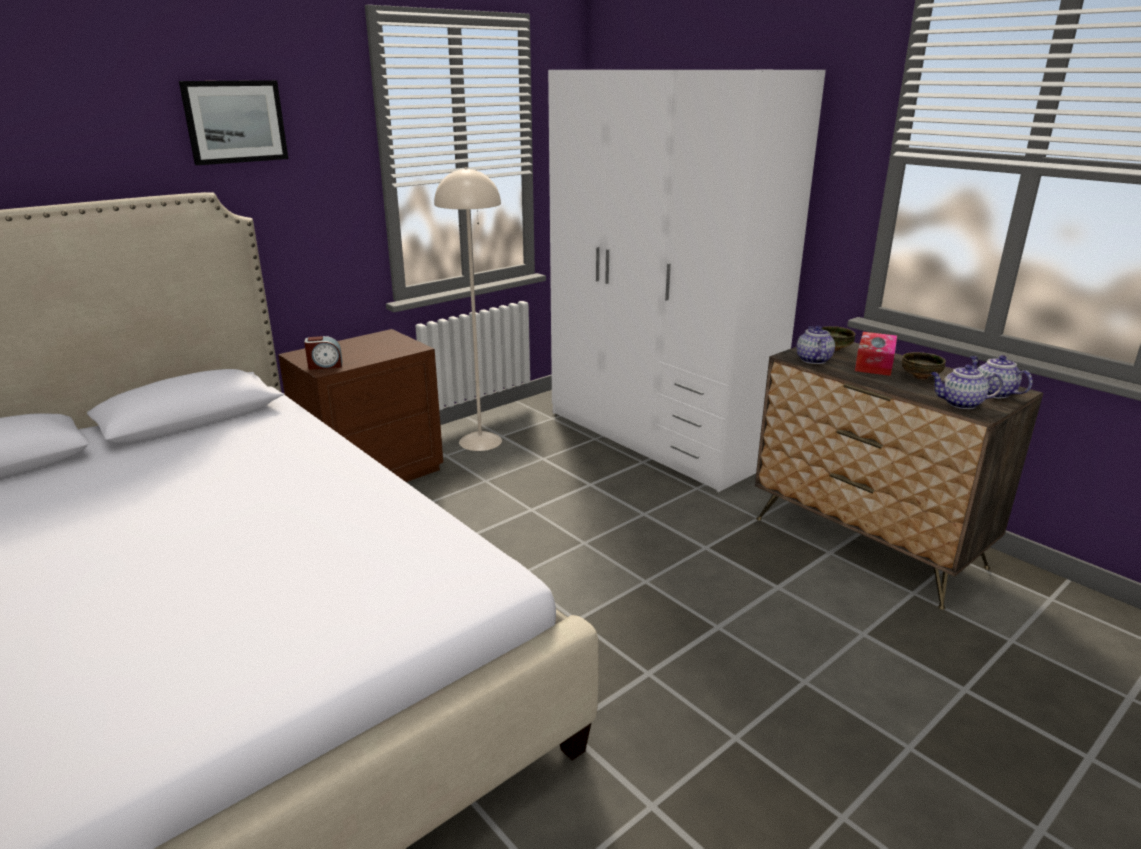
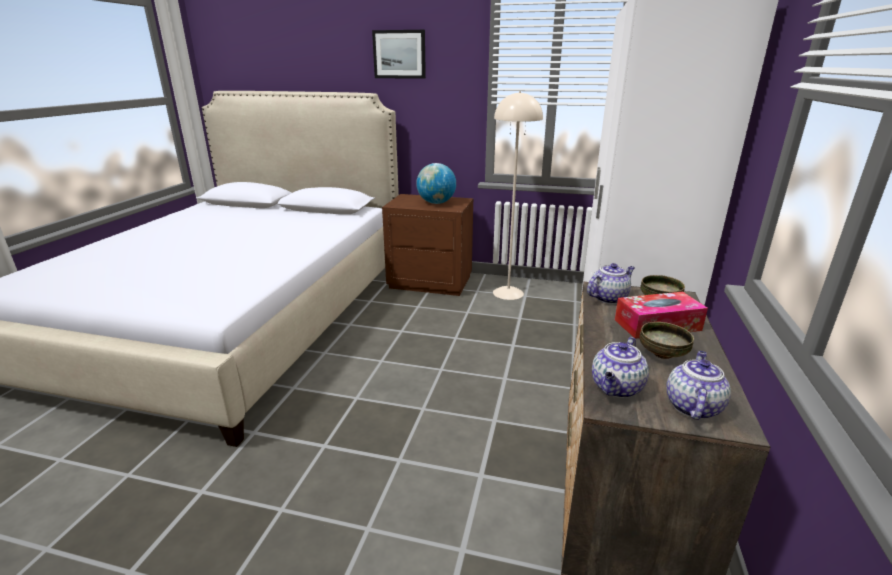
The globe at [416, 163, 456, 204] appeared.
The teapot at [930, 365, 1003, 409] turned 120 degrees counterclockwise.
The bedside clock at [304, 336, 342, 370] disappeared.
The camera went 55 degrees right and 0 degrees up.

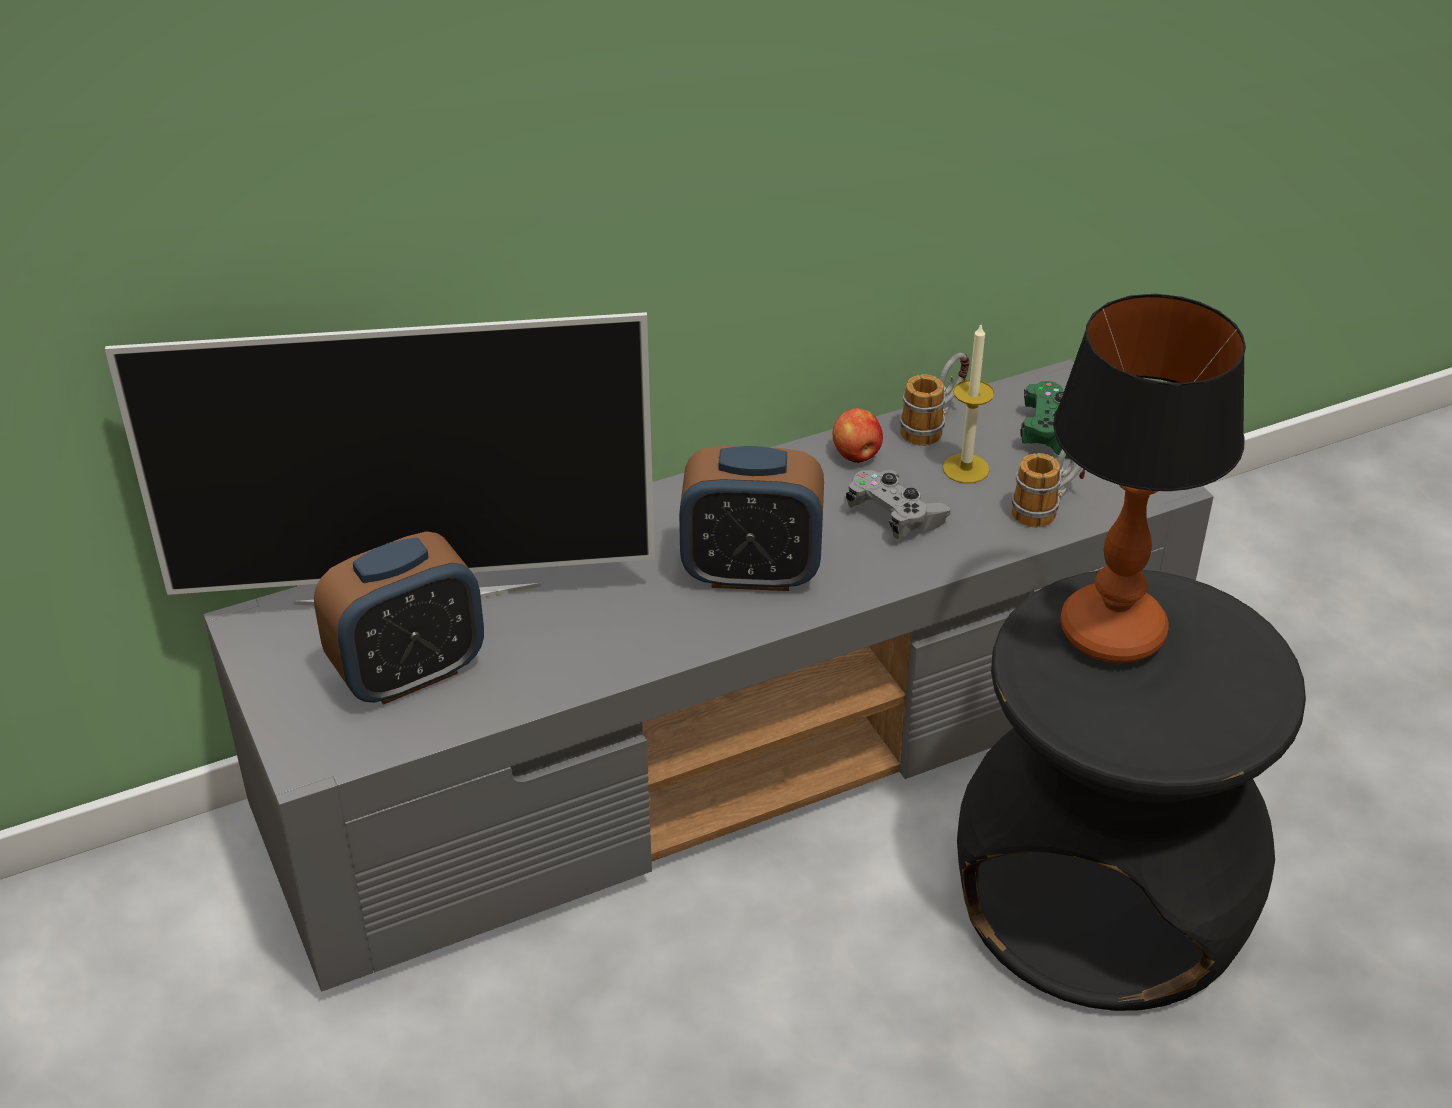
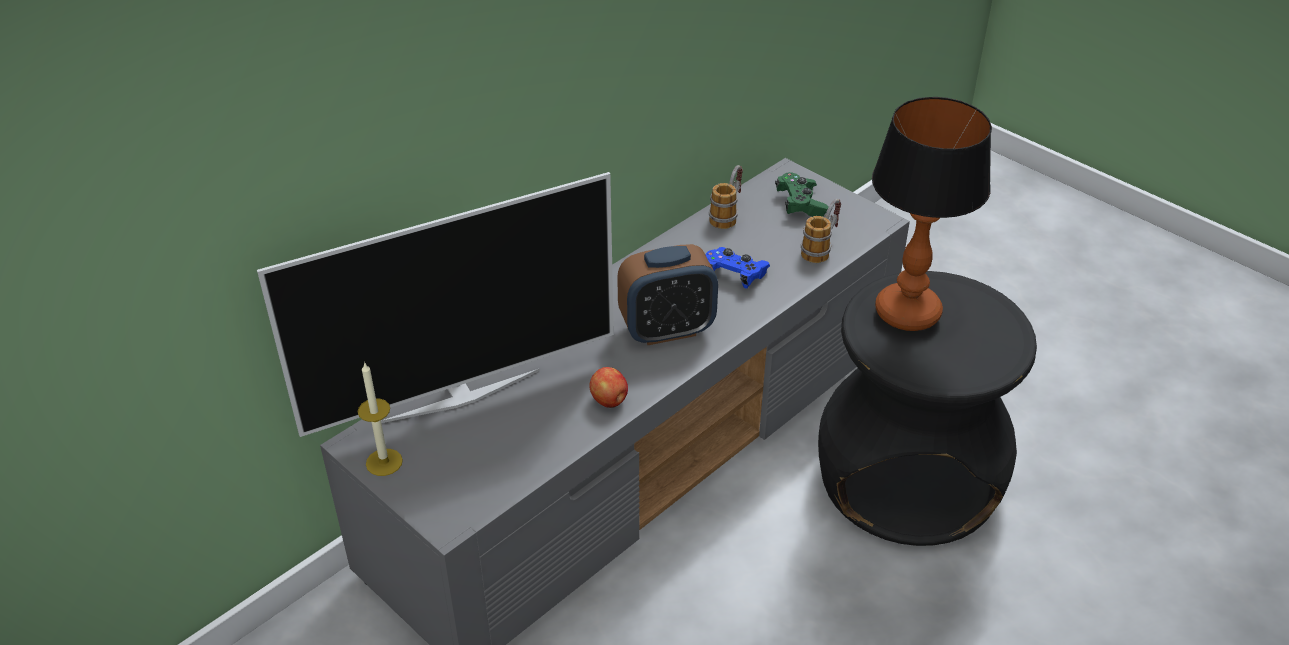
The wax light moved from [943, 325, 995, 484] to [358, 362, 403, 476].
The apple moved from [832, 408, 883, 463] to [590, 367, 628, 408].
The gamepad (greyish) at [846, 470, 951, 540] became the gamepad (blue) at [706, 247, 770, 288].
The bedside clock at [314, 531, 484, 705] disappeared.
The camera went 20 degrees left and 0 degrees up.

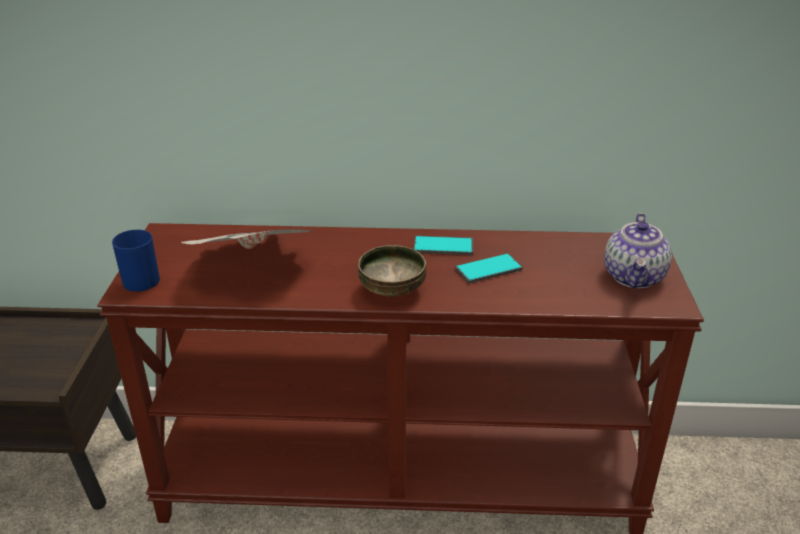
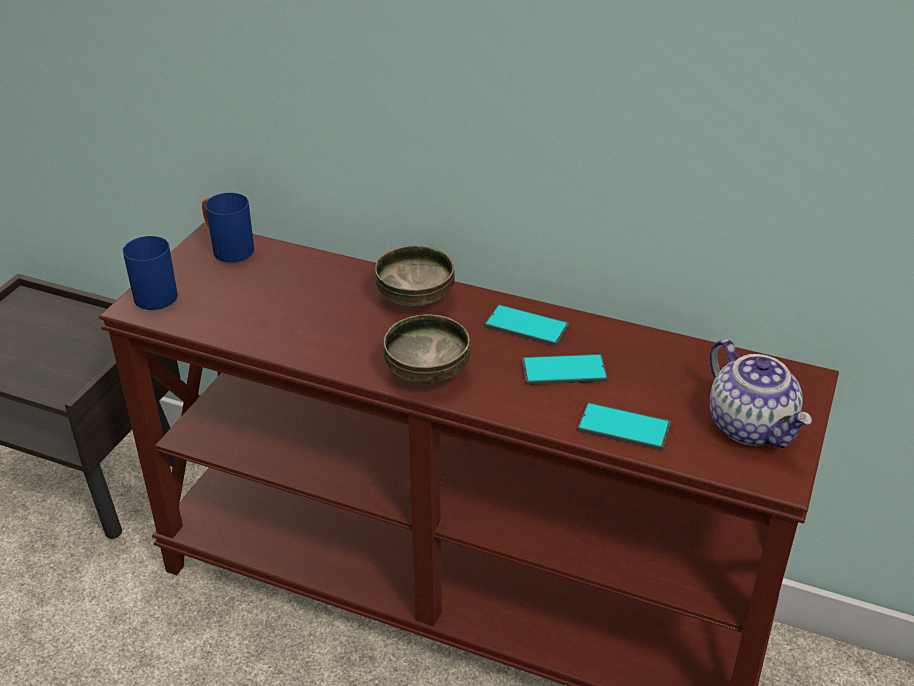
The coffee mug (blue) at [202, 193, 254, 262] appeared.
The bowl at [375, 245, 455, 307] appeared.
The phone at [577, 402, 671, 451] appeared.
The teapot at [604, 213, 672, 288] turned 60 degrees counterclockwise.
The daily paper at [181, 229, 313, 249] disappeared.
The camera went 20 degrees right and 5 degrees up.

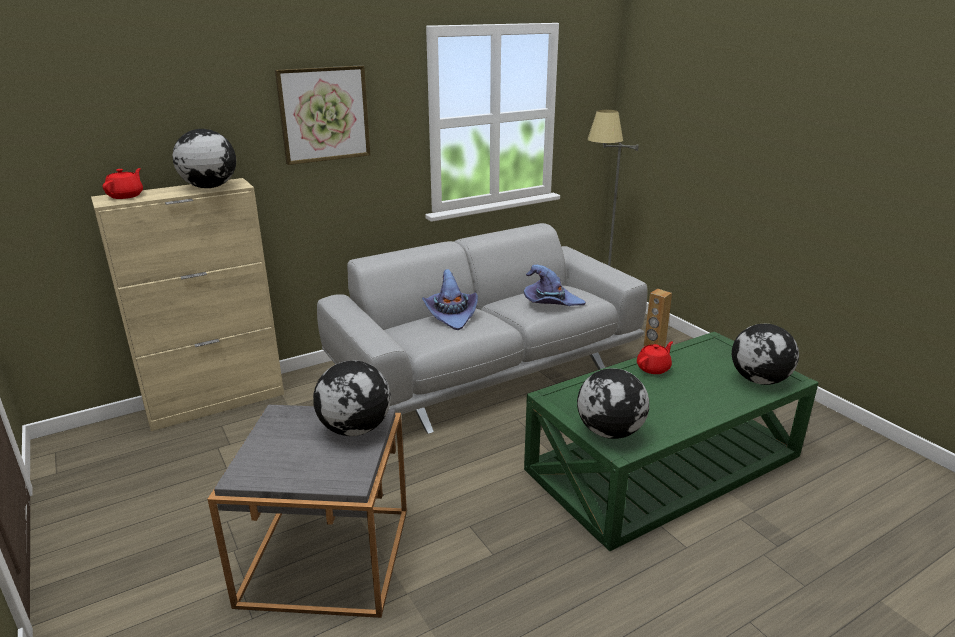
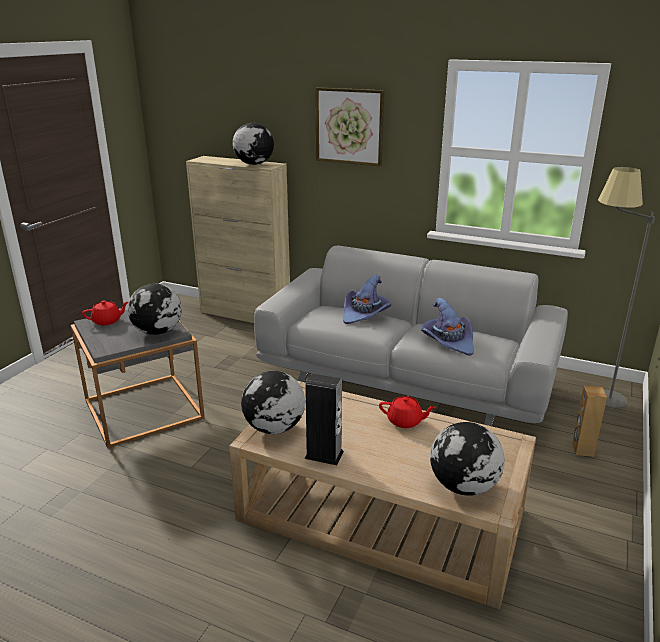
The teapot (reddish) moved from [102, 168, 143, 199] to [82, 300, 128, 325].
The low table (green-coloured) at [524, 332, 819, 551] became the low table (beige-coloured) at [229, 381, 536, 609].
The loudspeaker at [304, 374, 344, 465] appeared.
The camera went 55 degrees right and 0 degrees up.

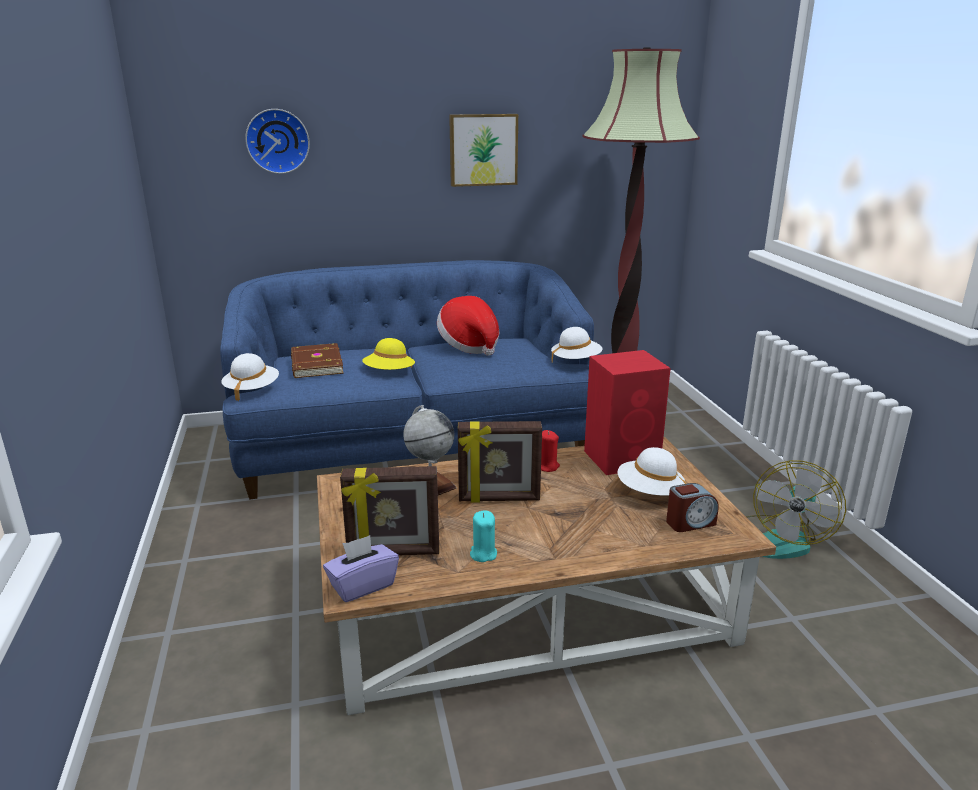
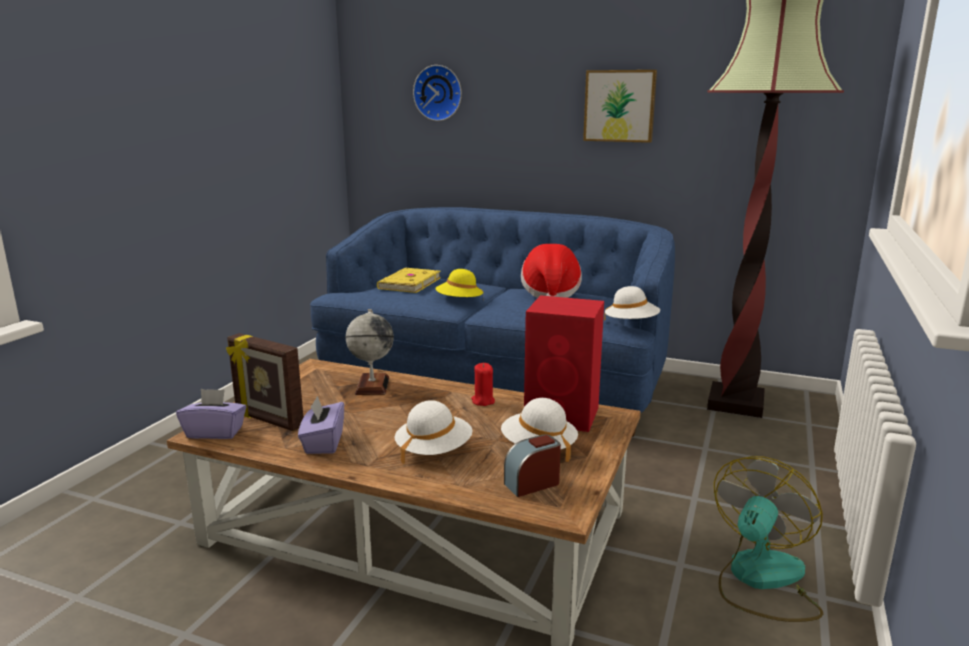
The wax light (turquoise) at [470, 510, 497, 562] was replaced by the box of tissues (purple-coloured) at [298, 396, 344, 454].
The bound book (brownish) at [291, 343, 344, 378] became the bound book (yellow) at [377, 268, 441, 293].
The wearable hat (white) moved from [222, 353, 279, 401] to [394, 400, 473, 465].
The bedside clock at [666, 483, 719, 532] turned 135 degrees clockwise.
The electric fan at [746, 460, 846, 559] turned 150 degrees clockwise.
The standing frame at [458, 421, 542, 503] disappeared.
The camera went 35 degrees right and 5 degrees down.

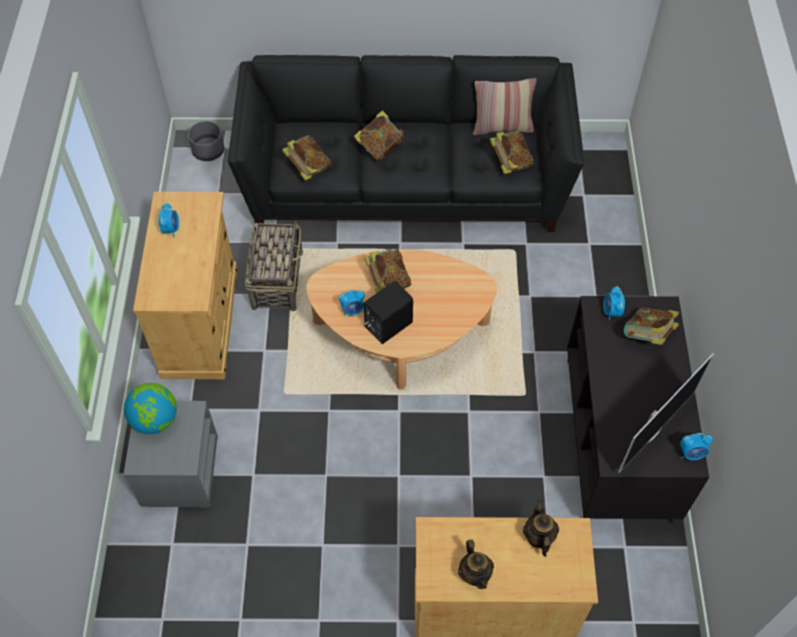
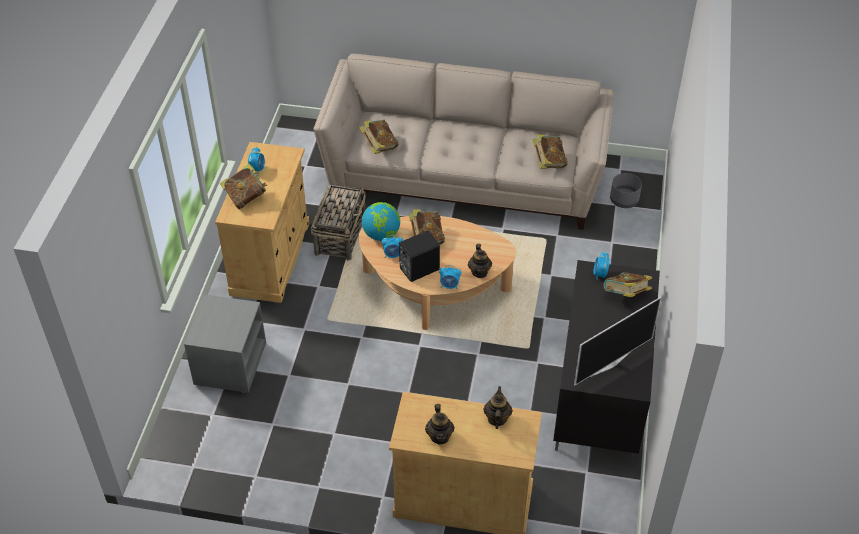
The bound book moved from [354, 110, 405, 161] to [220, 164, 268, 209].
The sofa (black) at [228, 55, 584, 232] became the sofa (beige-coloured) at [314, 54, 615, 230].
The globe moved from [124, 383, 177, 434] to [362, 202, 400, 241].
The bedside clock moved from [680, 433, 713, 460] to [439, 265, 461, 289].
The teapot at [468, 244, 492, 278] appeared.
The plant pot (greyish) moved from [188, 121, 224, 161] to [610, 173, 642, 208].
The cushion at [473, 78, 537, 135] disappeared.
The camera went 10 degrees right and 10 degrees down.

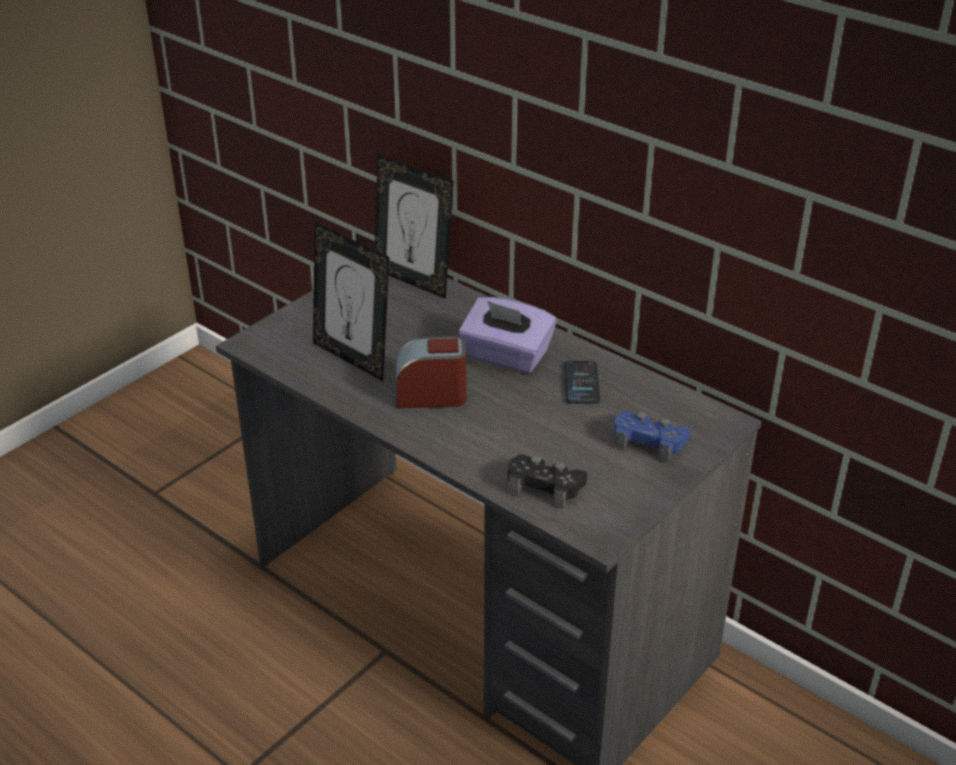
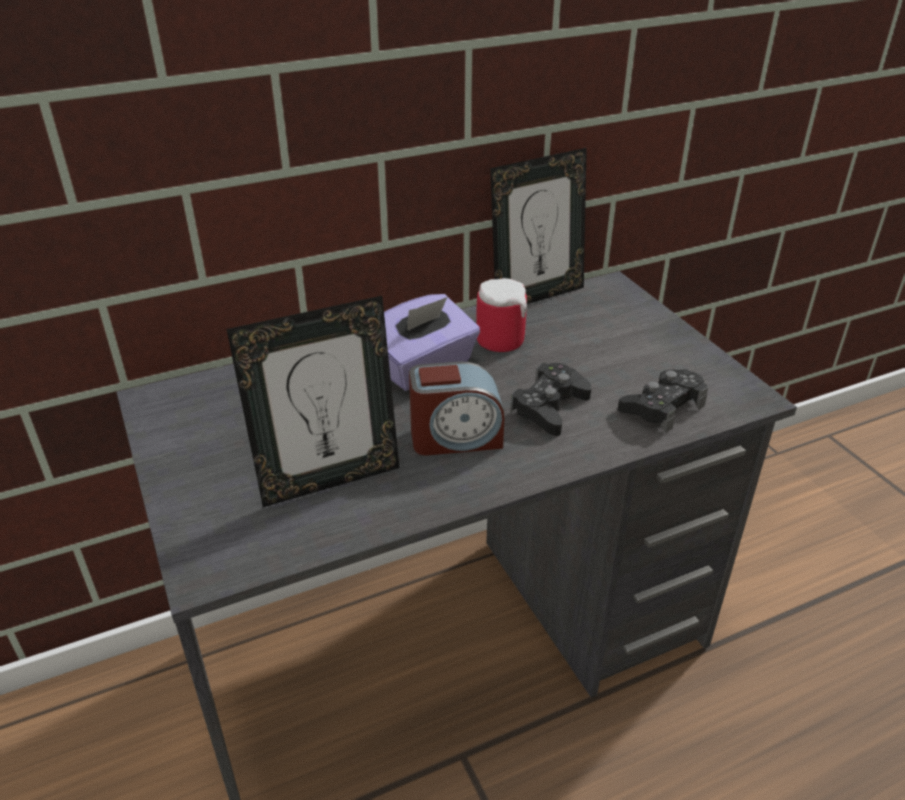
The bedside clock at [396, 336, 467, 408] turned 120 degrees counterclockwise.
The phone at [564, 361, 600, 404] was replaced by the coffee mug at [476, 278, 527, 352].
The standing frame moved from [374, 155, 454, 299] to [490, 148, 587, 304].
The gamepad (black) at [510, 363, 592, 436] appeared.
The gamepad (blue) at [614, 411, 690, 463] disappeared.
The camera went 65 degrees left and 0 degrees up.

